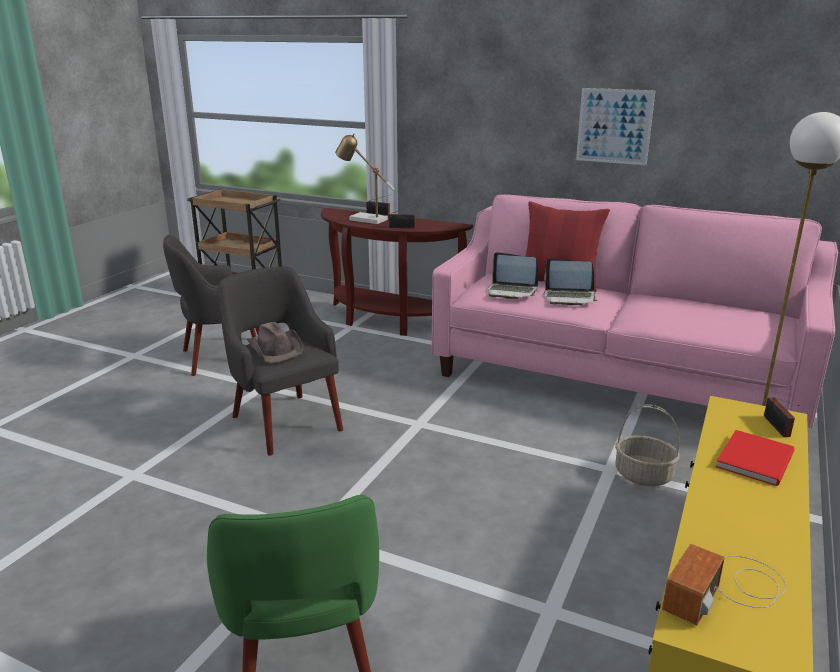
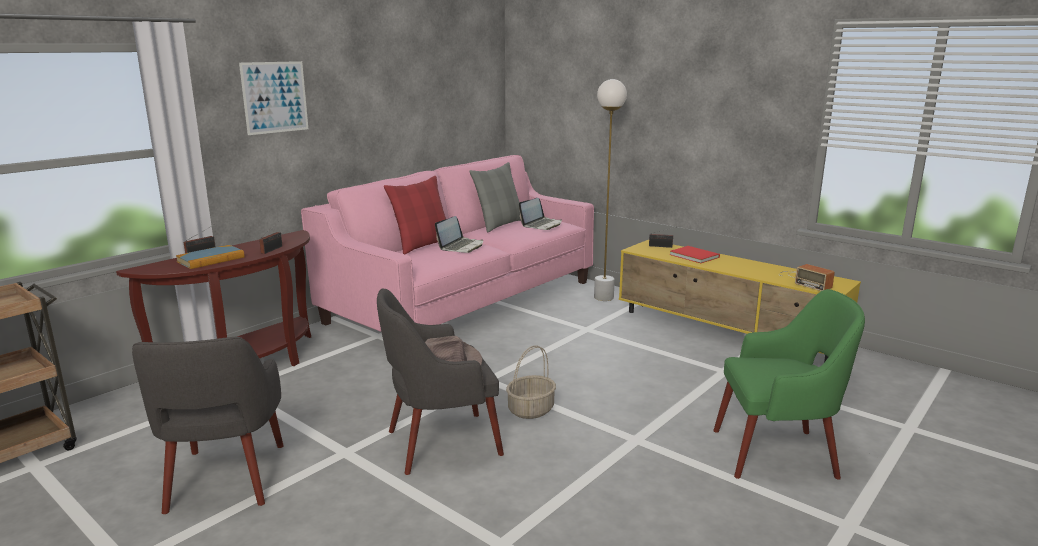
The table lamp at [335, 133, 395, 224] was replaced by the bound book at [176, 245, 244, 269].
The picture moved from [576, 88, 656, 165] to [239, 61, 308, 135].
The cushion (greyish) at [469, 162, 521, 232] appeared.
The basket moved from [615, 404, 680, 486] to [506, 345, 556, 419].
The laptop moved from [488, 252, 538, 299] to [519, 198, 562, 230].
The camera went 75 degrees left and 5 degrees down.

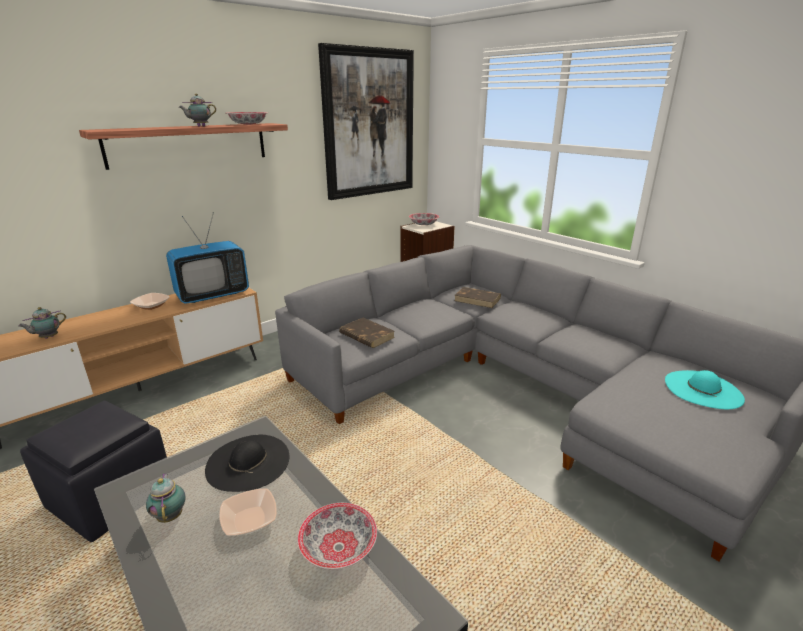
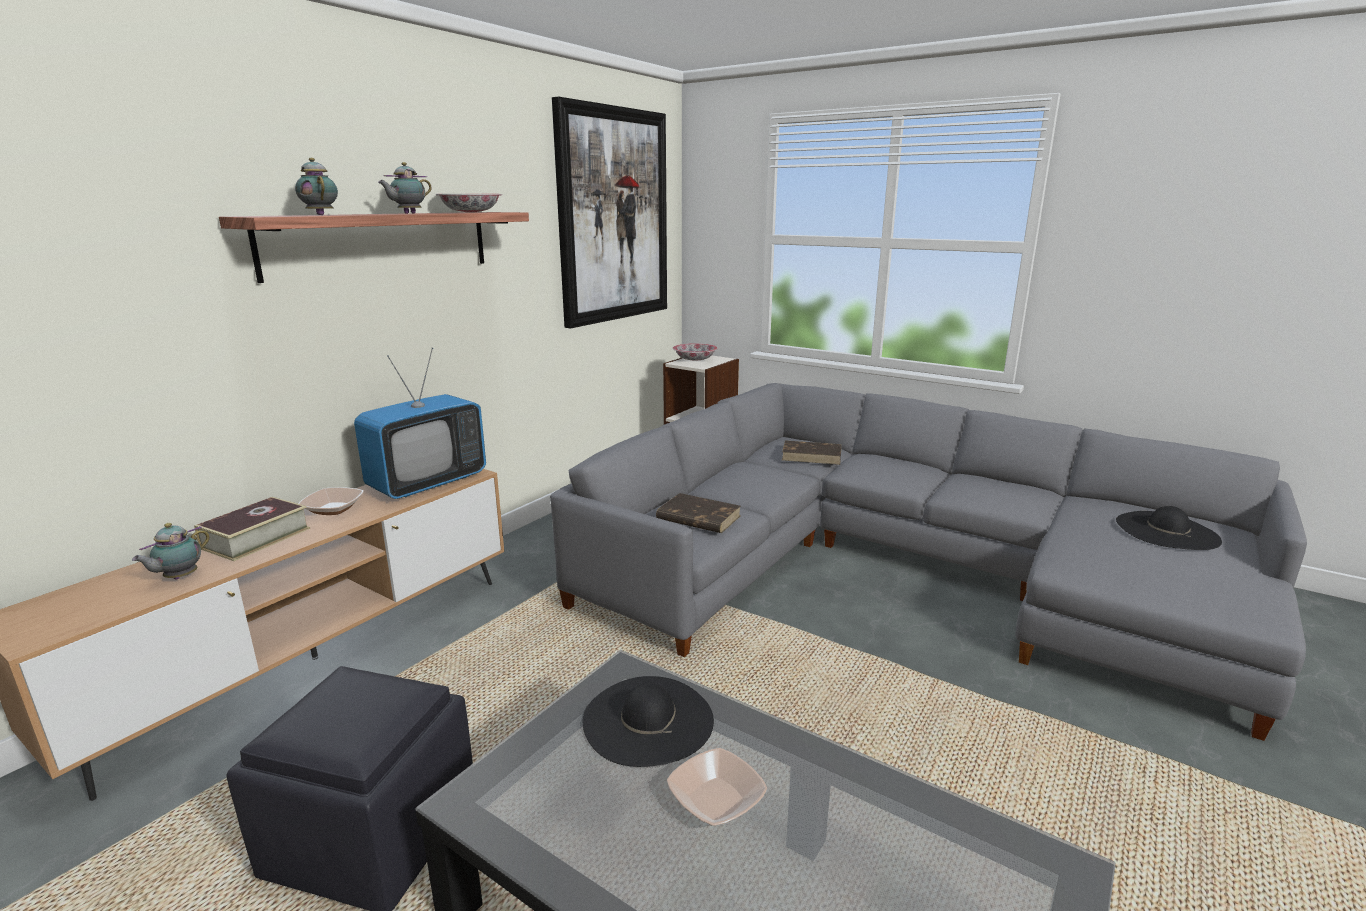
The bound book at [194, 497, 310, 561] appeared.
The teapot moved from [146, 473, 186, 523] to [295, 158, 338, 215].
The wearable hat (turquoise) at [665, 370, 745, 409] became the wearable hat (black) at [1116, 506, 1222, 550].
The bowl at [298, 503, 377, 569] disappeared.
The camera went 15 degrees left and 5 degrees down.

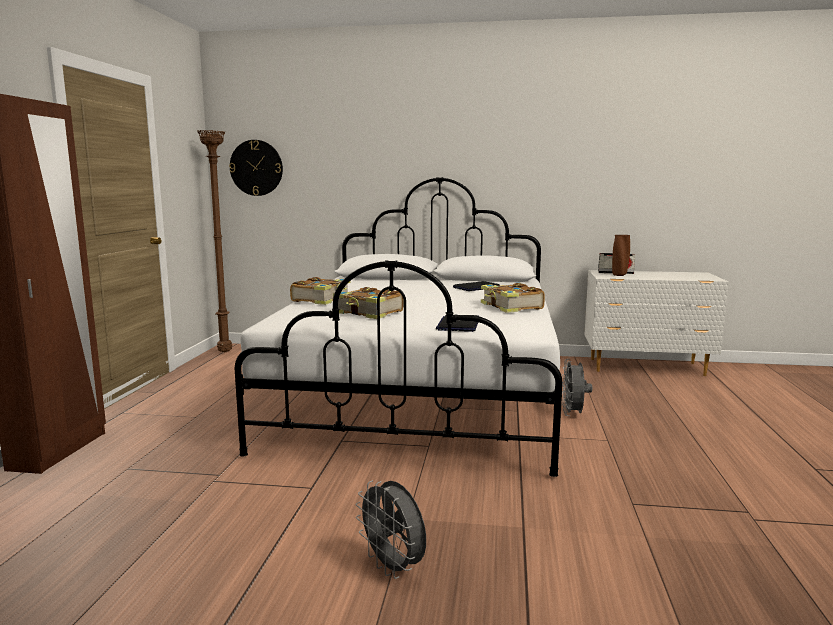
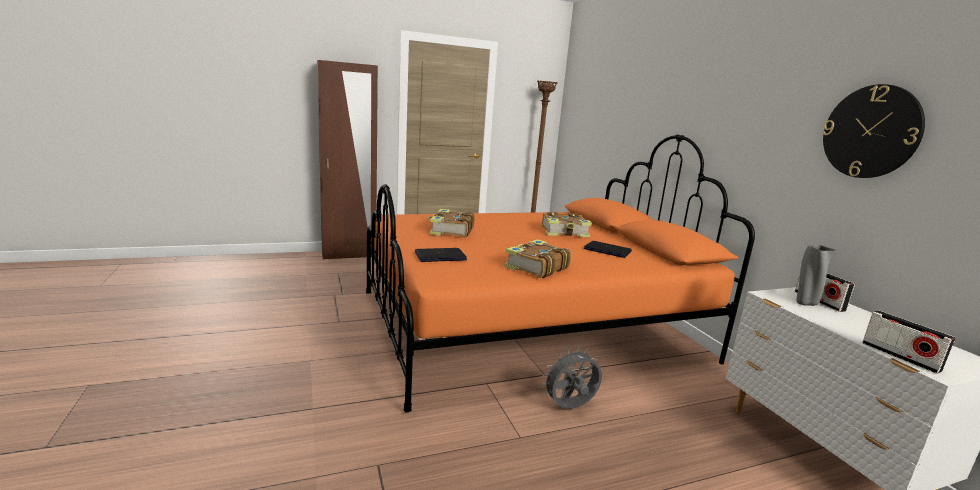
The bedroom bed (white) at [235, 177, 563, 477] became the bedroom bed (orangey) at [366, 134, 755, 413].
The bound book moved from [290, 277, 351, 305] to [542, 212, 592, 237].
The decorative vase (brownish) at [612, 235, 630, 276] became the decorative vase (greyish) at [796, 245, 836, 306].
The hanging clock moved from [229, 140, 283, 196] to [823, 84, 925, 178].
The radio at [862, 310, 955, 374] appeared.
The electric fan (greyish) at [356, 480, 426, 579] disappeared.
The camera went 60 degrees right and 5 degrees up.

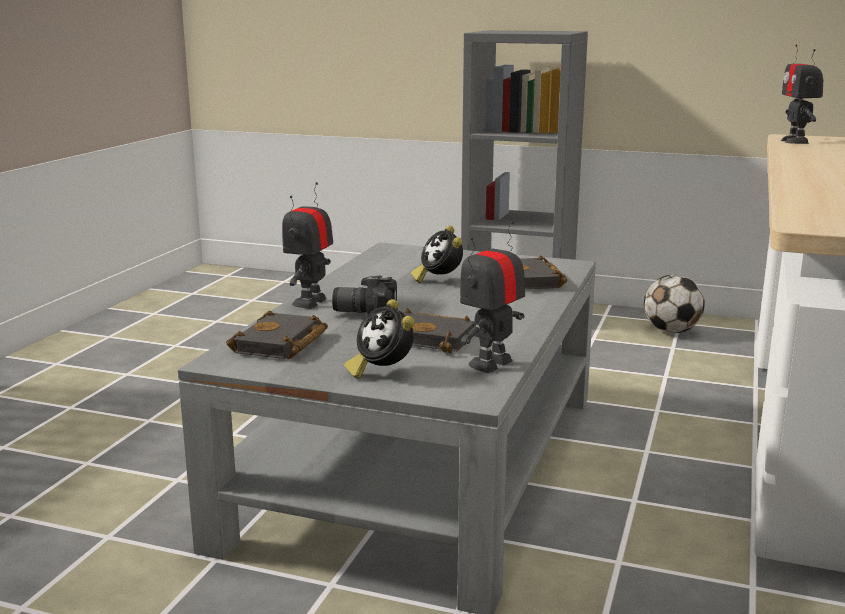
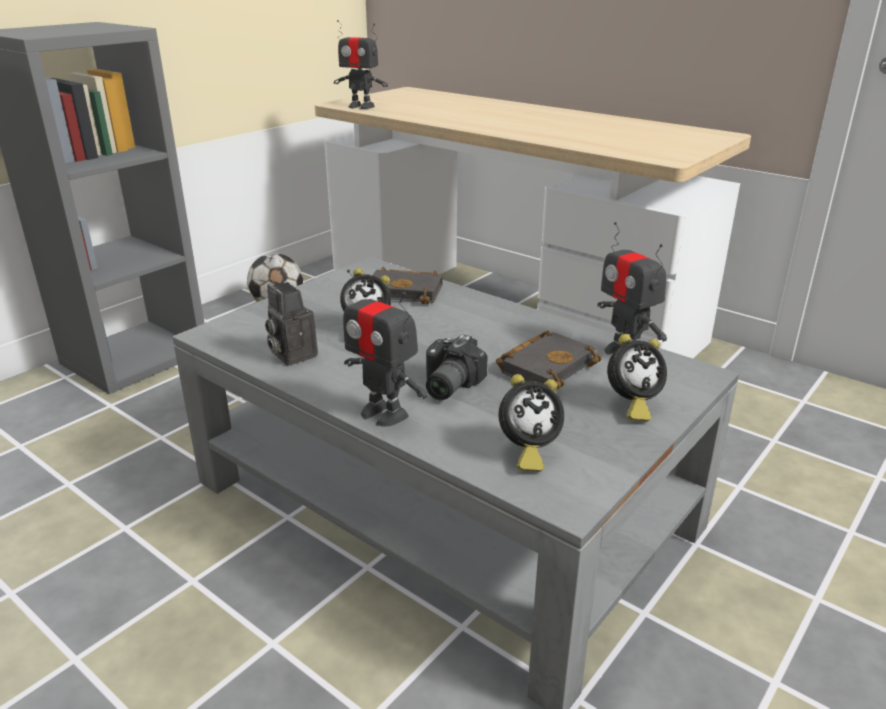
The photo camera at [265, 282, 318, 366] appeared.
The bound book (black) at [226, 311, 328, 359] was replaced by the bedside clock at [498, 374, 564, 471].
The camera went 70 degrees left and 10 degrees up.

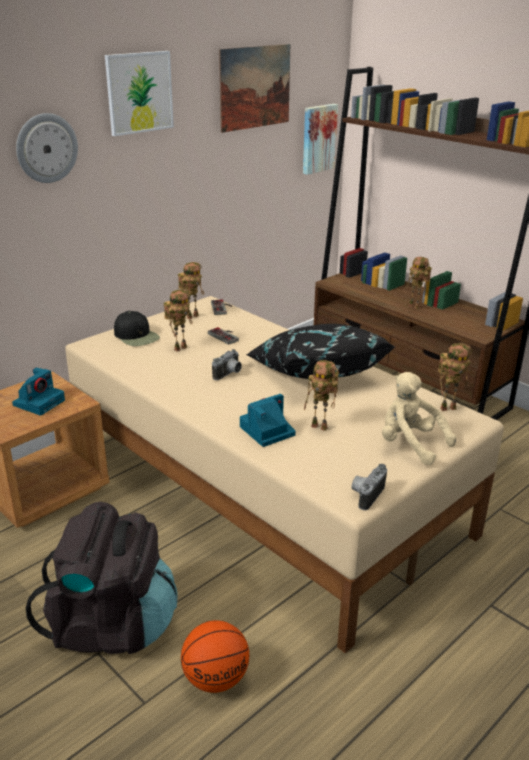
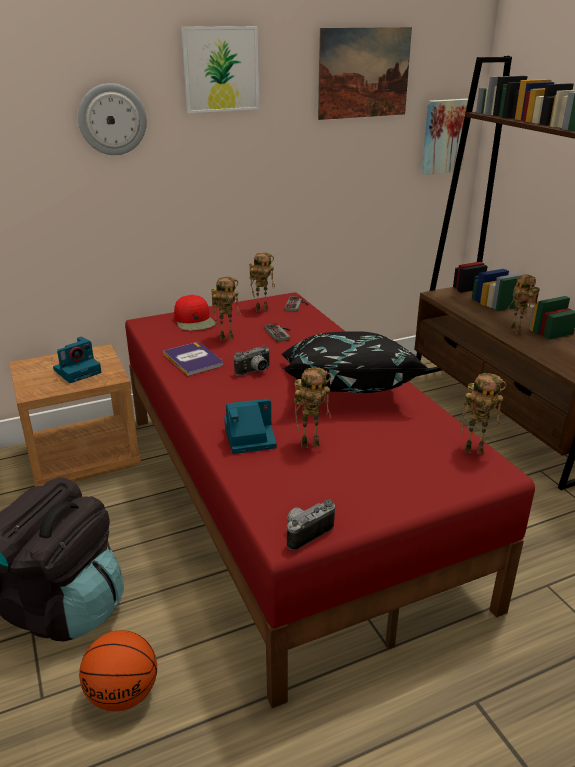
The bedroom bed (beige-coloured) at [65, 296, 504, 653] became the bedroom bed (reddish) at [125, 292, 535, 708].
The bound book at [163, 342, 223, 376] appeared.
The cap (black) at [114, 311, 160, 346] became the cap (reddish) at [174, 295, 215, 331].
The toy robot at [304, 360, 339, 431] turned 60 degrees counterclockwise.
The cuddly toy (beige-coloured) at [382, 372, 456, 465] disappeared.
The camera went 20 degrees right and 0 degrees up.

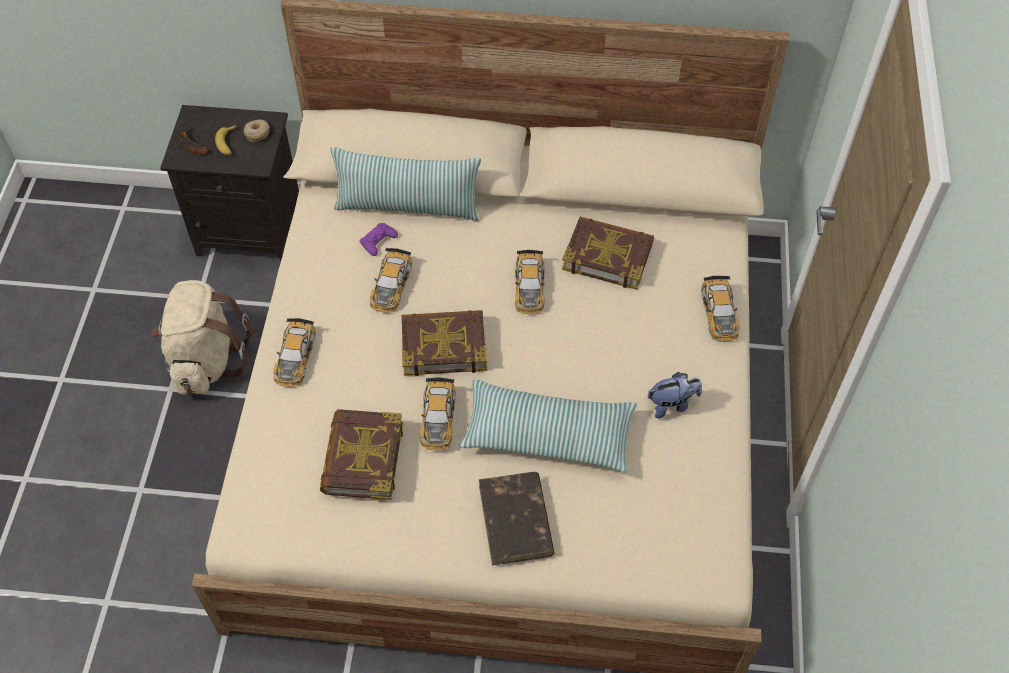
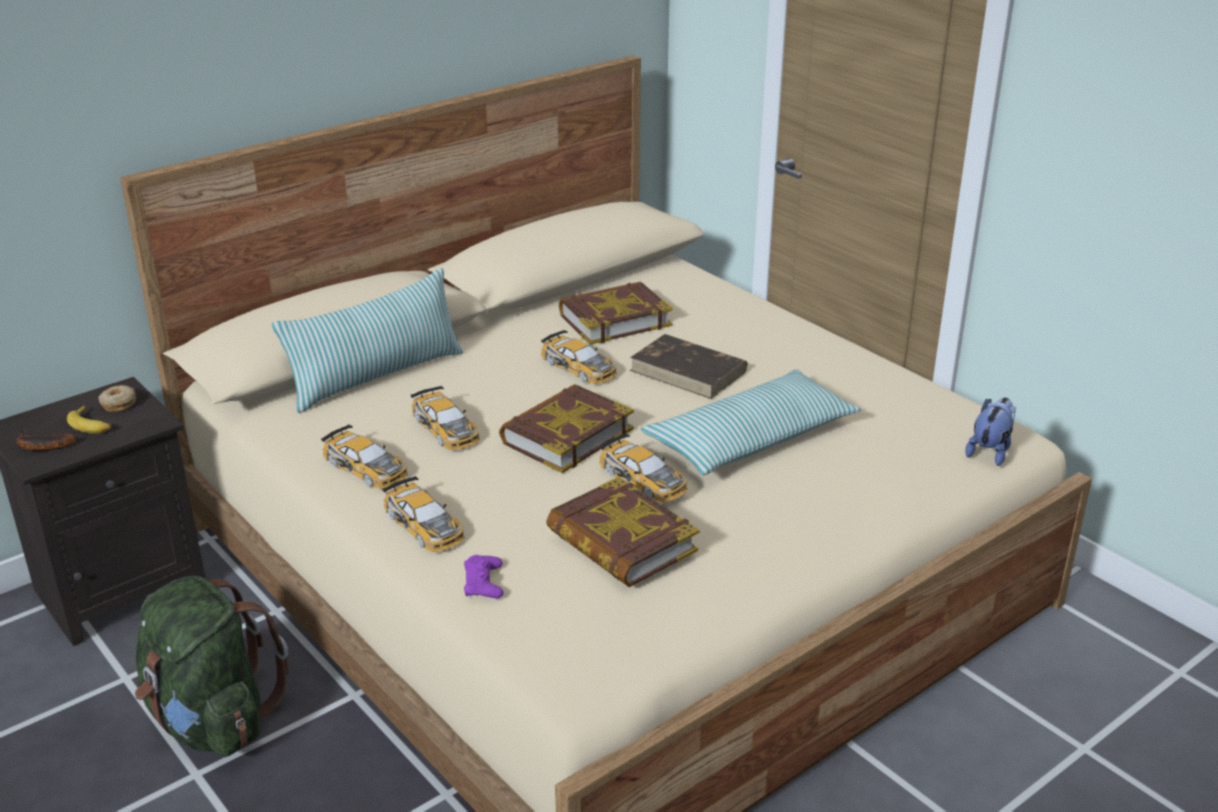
The knapsack (beige-coloured) at [152, 280, 253, 395] became the knapsack (green-coloured) at [135, 576, 289, 757].
The toy car moved from [701, 276, 740, 342] to [321, 424, 408, 489].
The gamepad (purple-coloured) moved from [359, 223, 398, 256] to [464, 555, 504, 598].
The bound book (brownish) moved from [479, 472, 555, 566] to [630, 334, 748, 399].
The cuddly toy moved from [648, 372, 702, 419] to [965, 398, 1016, 466].
The camera went 45 degrees left and 25 degrees down.

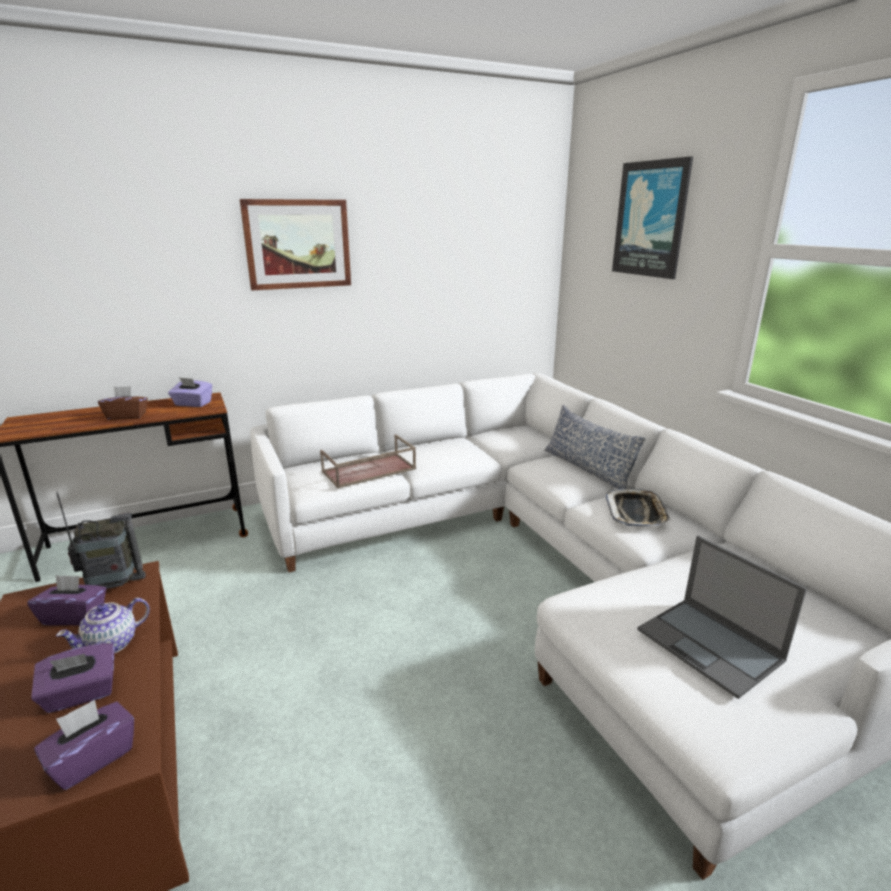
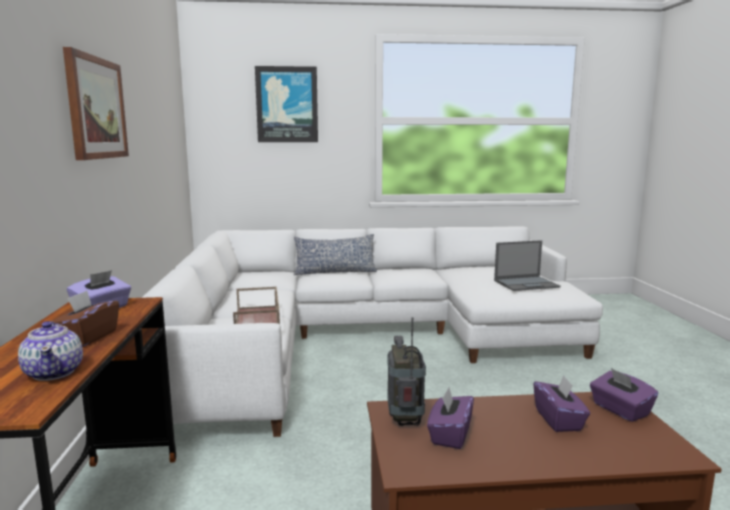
The teapot moved from [56, 598, 150, 653] to [18, 321, 83, 381].
The tray at [606, 488, 671, 527] disappeared.
The camera went 70 degrees left and 10 degrees down.

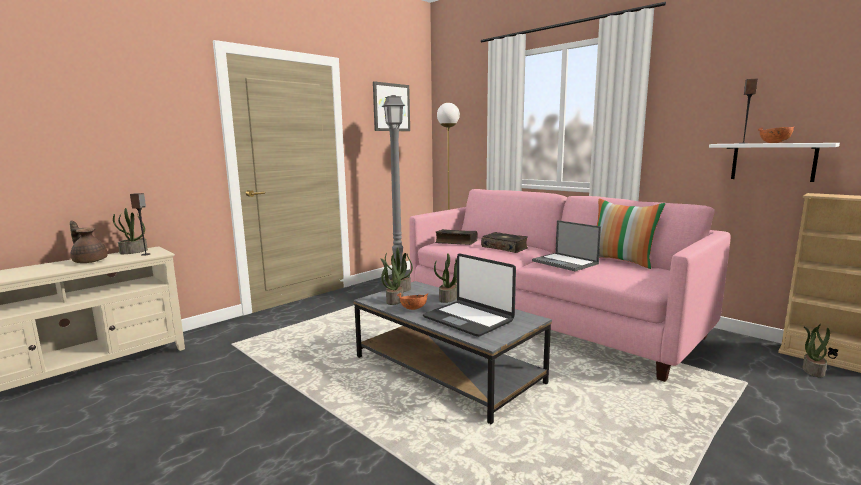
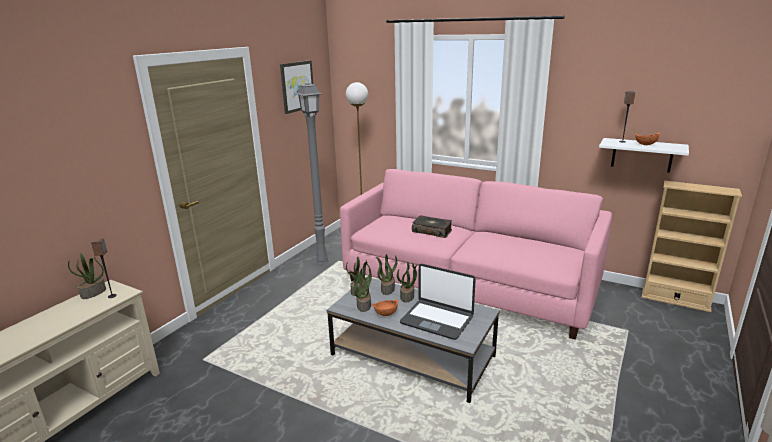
The houseplant moved from [803, 324, 830, 377] to [376, 254, 397, 295].
The teapot (brownish) at [70, 221, 108, 263] disappeared.
The bound book at [435, 229, 478, 245] disappeared.
The laptop at [532, 220, 601, 271] disappeared.
The cushion at [597, 199, 665, 269] disappeared.
The camera went 15 degrees left and 10 degrees up.

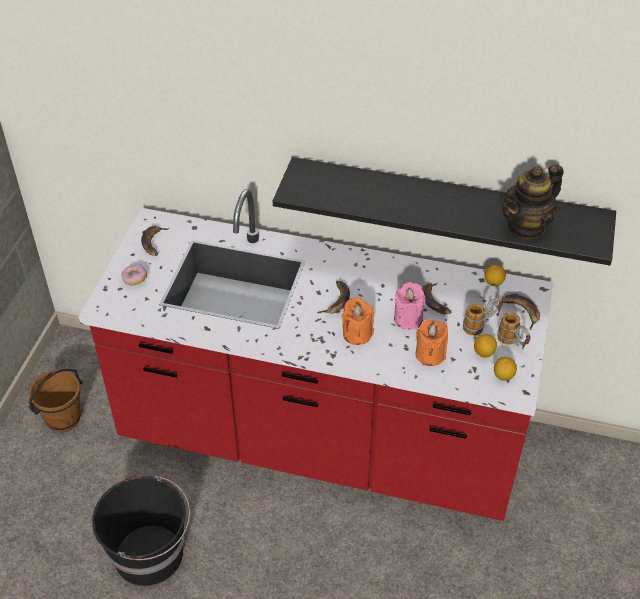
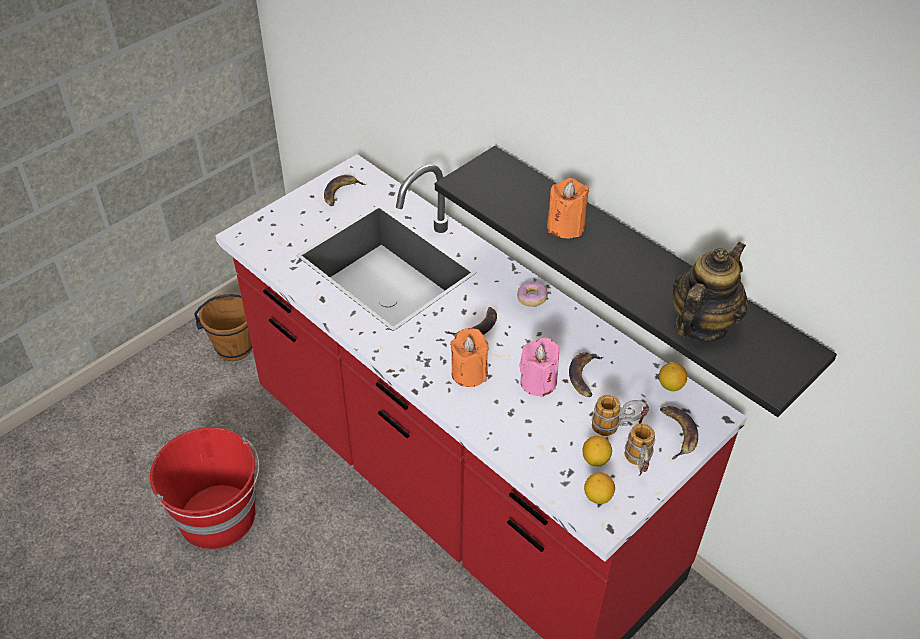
The bucket (black) at [92, 476, 190, 586] became the bucket (reddish) at [150, 427, 259, 549].
The doughnut moved from [122, 264, 147, 285] to [517, 282, 548, 307].
The wax light (orangey) moved from [415, 320, 448, 366] to [547, 178, 590, 238].
The teapot at [502, 164, 564, 240] turned 135 degrees clockwise.
The camera went 30 degrees right and 0 degrees up.

